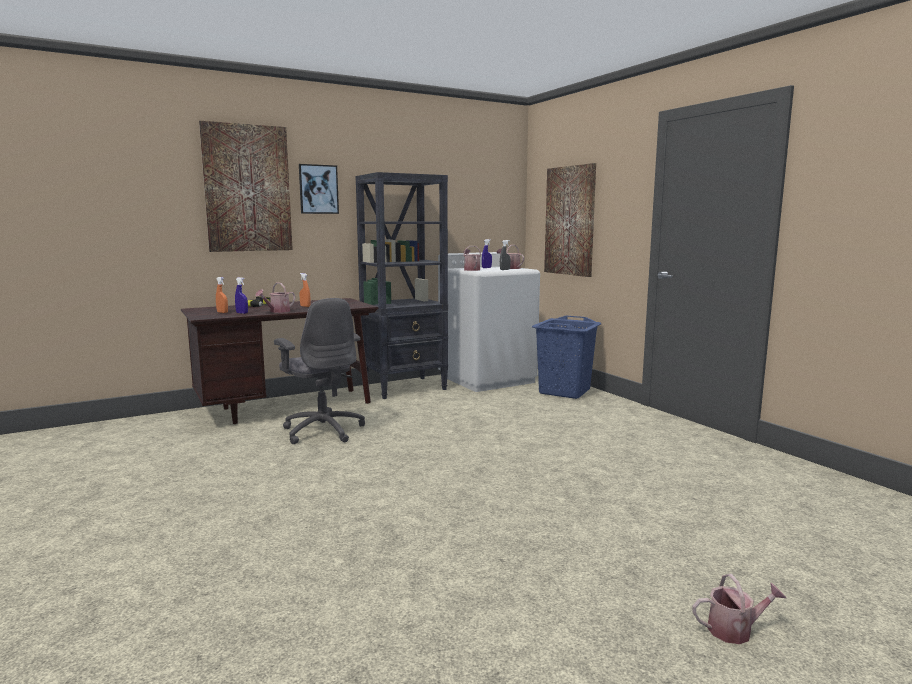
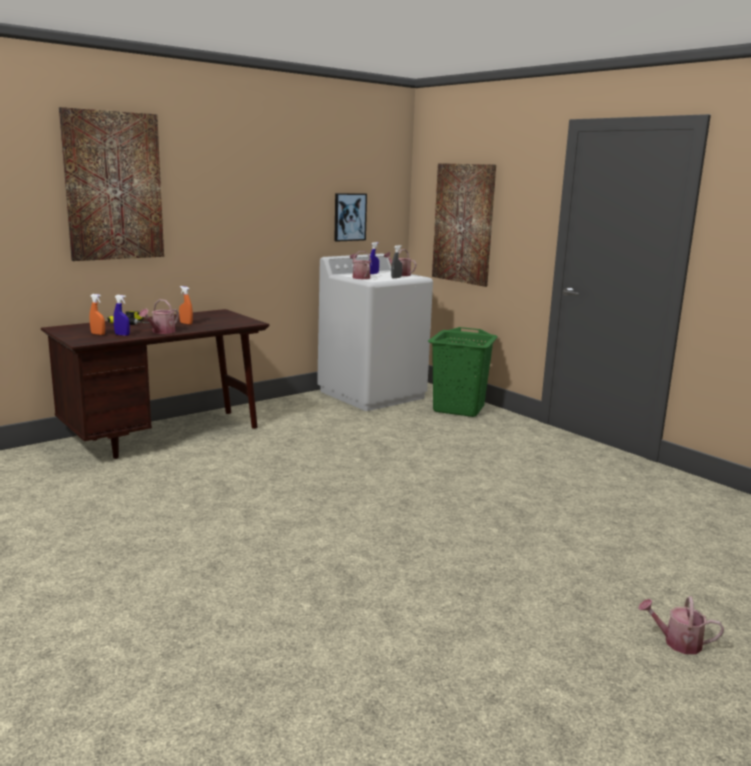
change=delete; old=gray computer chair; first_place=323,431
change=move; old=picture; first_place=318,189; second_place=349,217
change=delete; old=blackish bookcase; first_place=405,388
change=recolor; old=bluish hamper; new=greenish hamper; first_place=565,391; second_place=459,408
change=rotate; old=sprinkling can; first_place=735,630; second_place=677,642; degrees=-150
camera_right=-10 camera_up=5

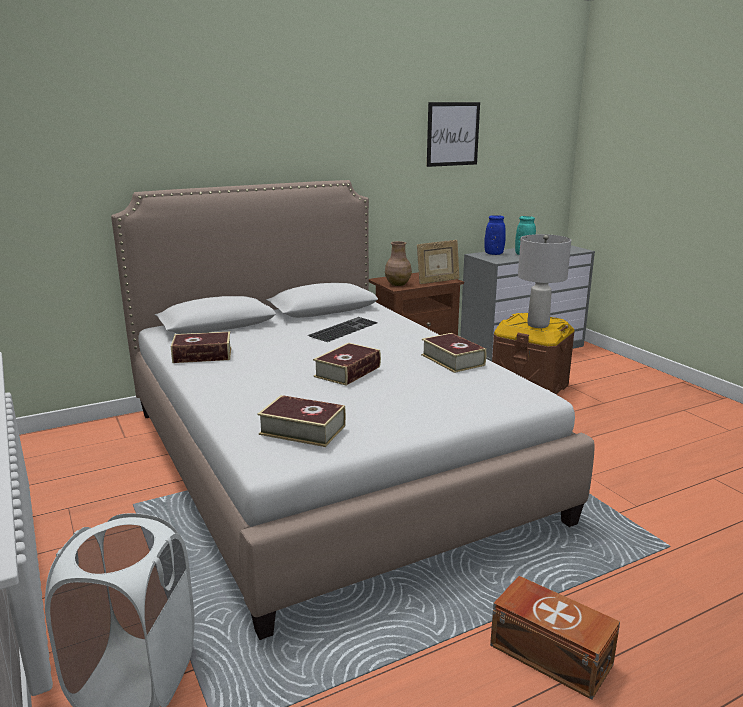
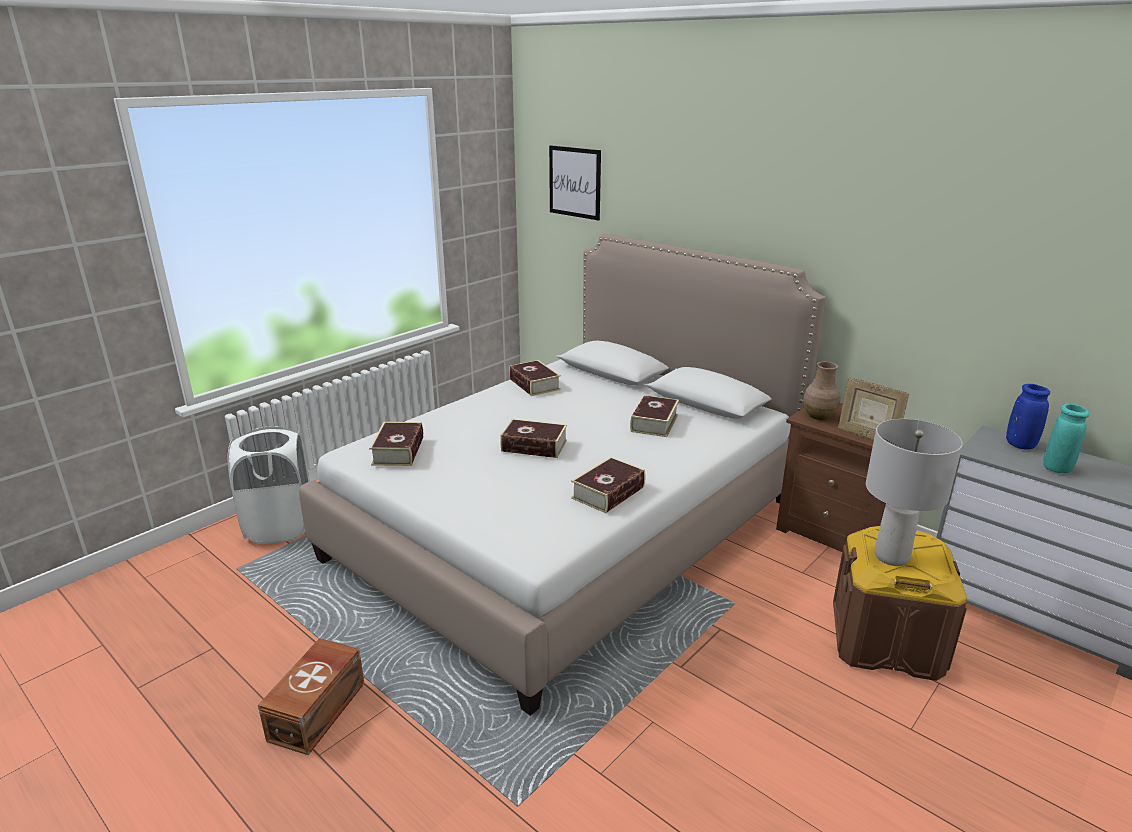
change=replace; old=keyboard; new=volume; first_place=343,329; second_place=654,423
change=move; old=picture; first_place=452,134; second_place=575,182
camera_right=70 camera_up=5

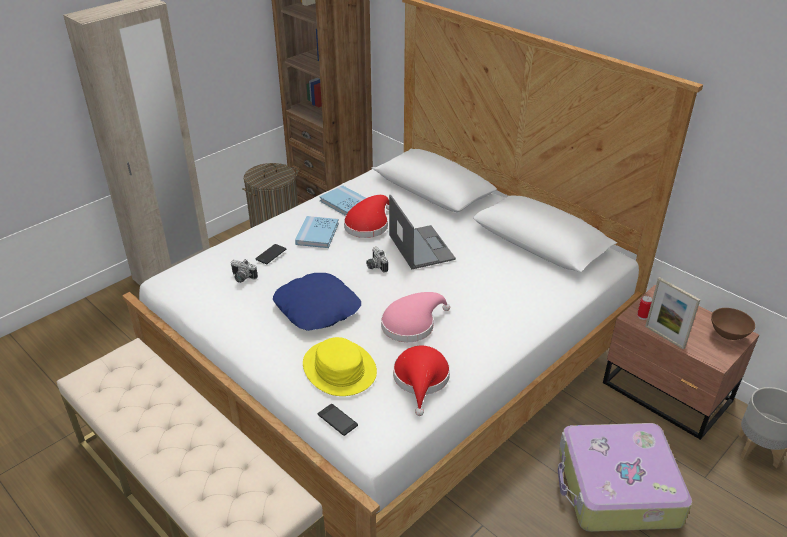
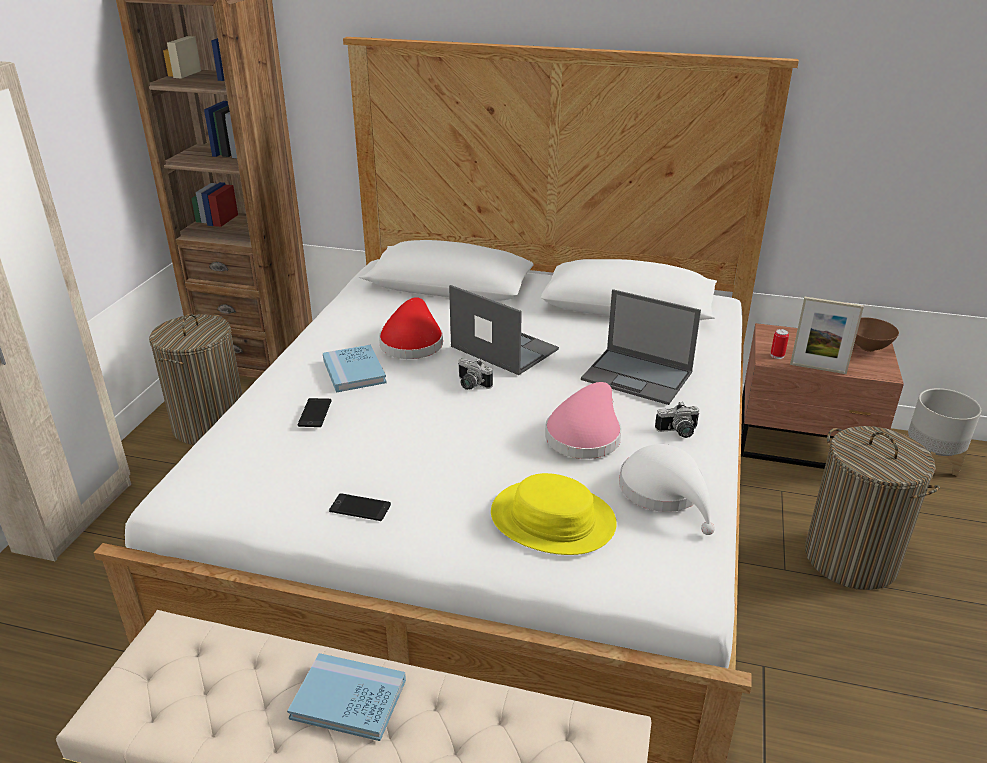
change=move; old=photo camera; first_place=242,278; second_place=678,432
change=delete; old=bluish cushion; first_place=317,308
change=move; old=phone; first_place=337,420; second_place=360,508
change=move; old=bluish volume; first_place=344,203; second_place=348,699
change=recolor; old=red clothing hat; new=white-coloured clothing hat; first_place=421,380; second_place=665,492
change=replace; old=piece of luggage; new=hamper; first_place=616,488; second_place=851,558
change=insert; new=portable computer; second_place=638,376
camera_right=-30 camera_up=-5

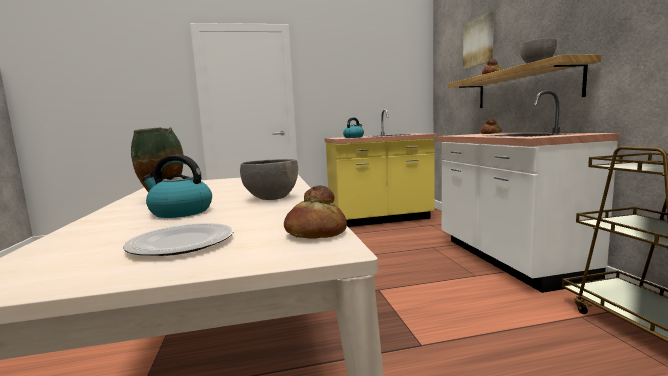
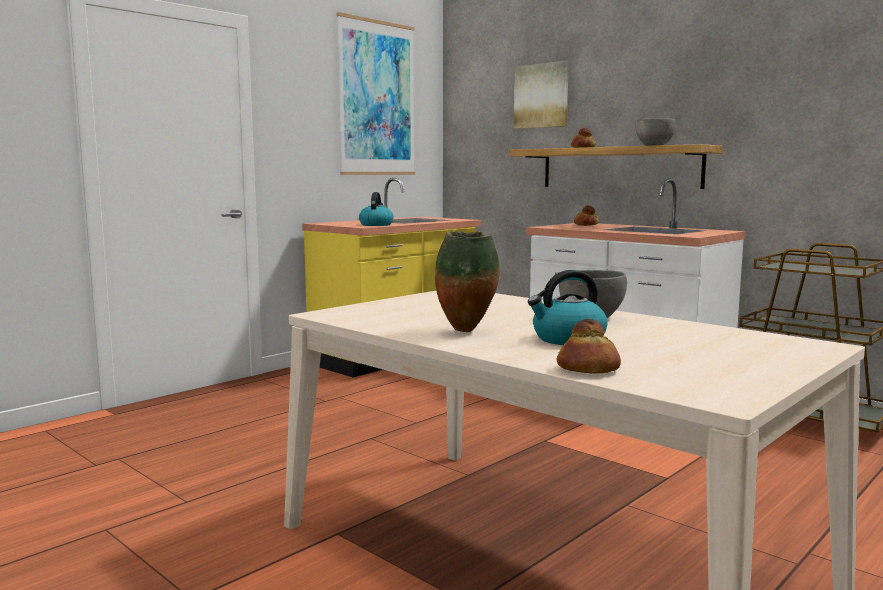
change=delete; old=plate; first_place=182,243
change=move; old=baked bread; first_place=315,233; second_place=588,369
change=insert; new=picture; second_place=377,99
camera_right=-35 camera_up=0

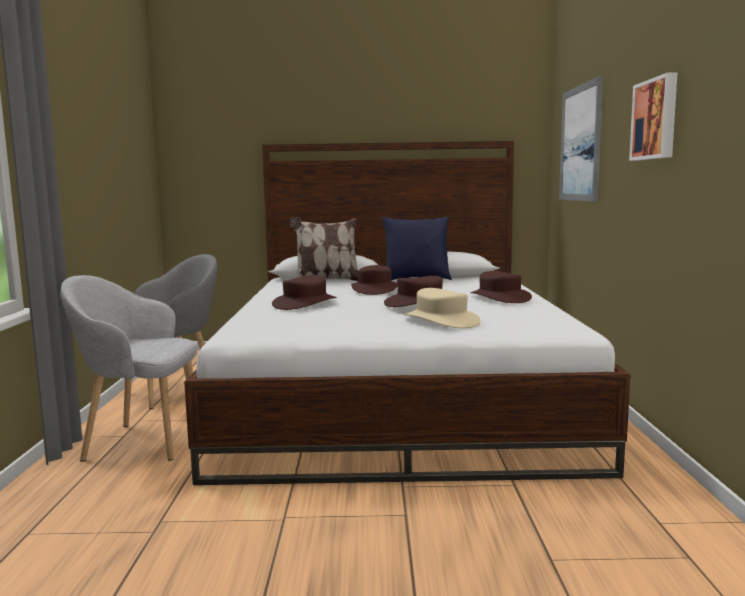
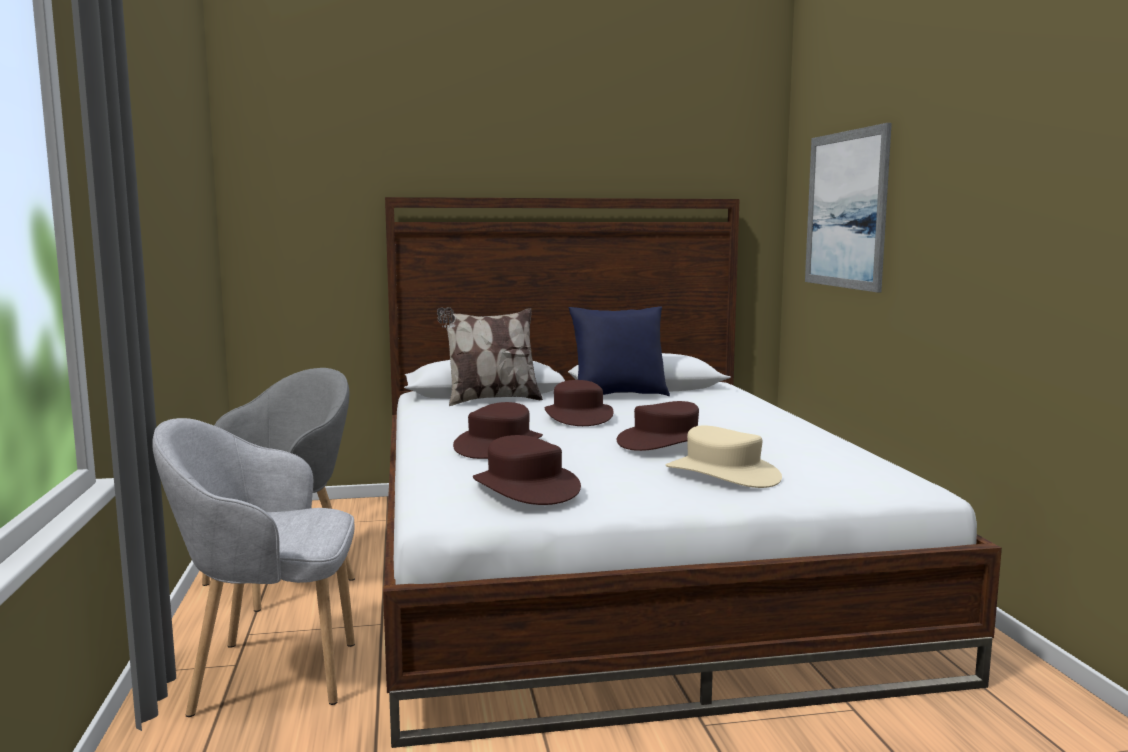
change=move; old=brown-coloured clothing hat; first_place=499,298; second_place=525,487
change=delete; old=picture; first_place=656,119
camera_right=-10 camera_up=0

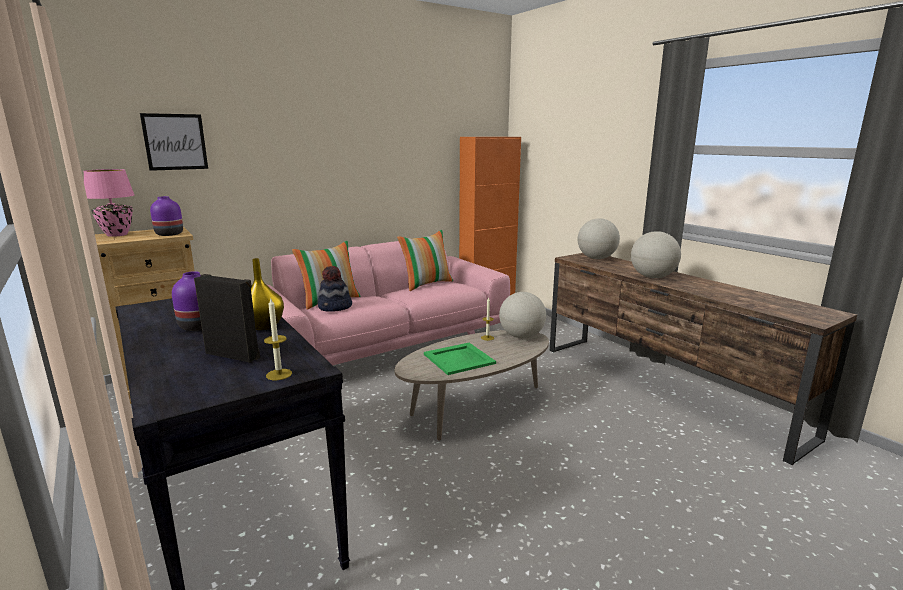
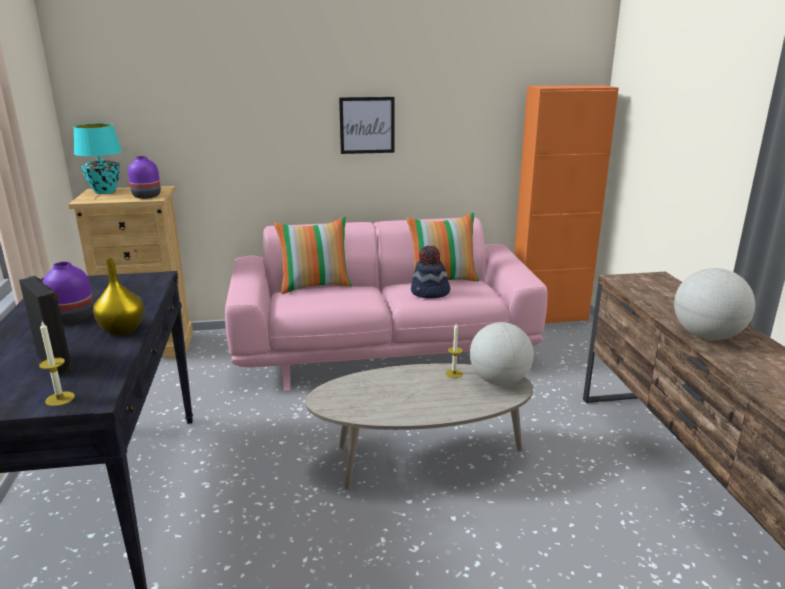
change=recolor; old=pink lamp for a table; new=blue-green lamp for a table; first_place=117,235; second_place=105,192
change=move; old=picture; first_place=175,142; second_place=367,125
change=move; old=clothing hat; first_place=335,307; second_place=430,293
change=delete; old=greenish serving tray; first_place=458,359
change=delete; old=desk globe; first_place=596,258
camera_right=25 camera_up=5

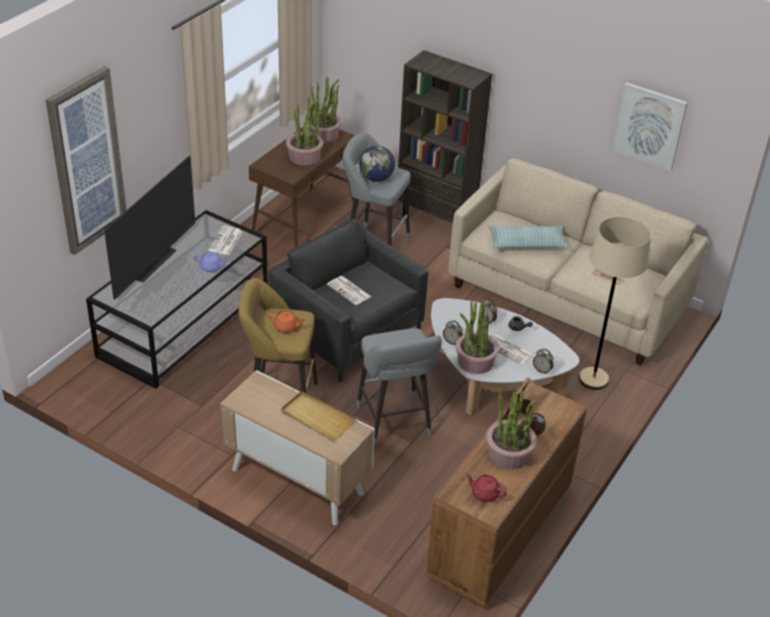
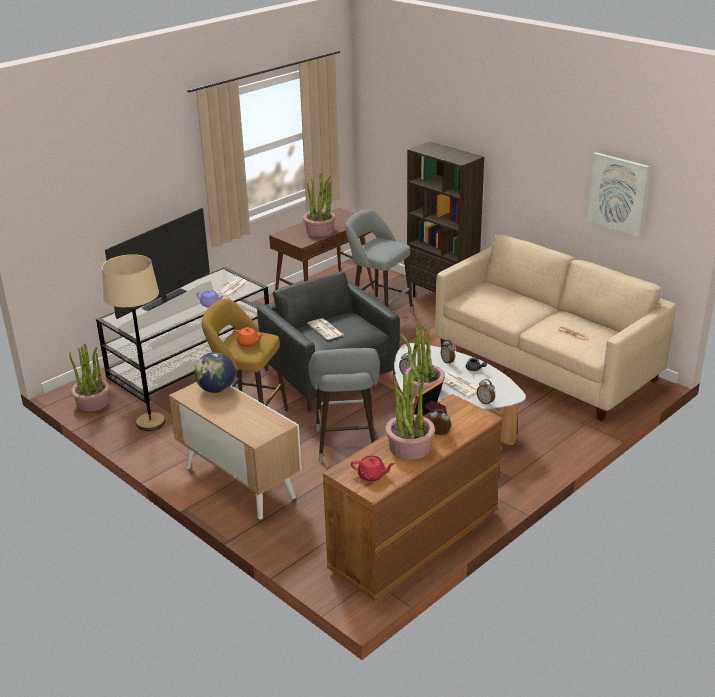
change=delete; old=picture; first_place=87,162
change=delete; old=beige-coloured serving tray; first_place=316,418
change=move; old=potted plant; first_place=323,136; second_place=93,403
change=move; old=desk globe; first_place=376,178; second_place=216,389
change=rotate; old=red teapot; first_place=484,493; second_place=372,475; degrees=150
change=delete; old=cushion; first_place=527,244
change=move; old=beige-coloured standard lamp; first_place=593,379; second_place=150,423
camera_right=15 camera_up=-10

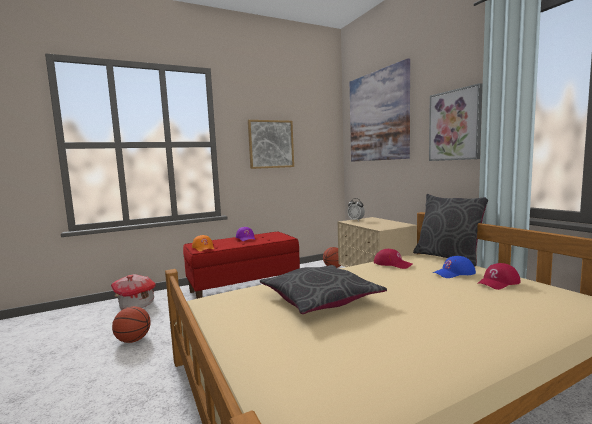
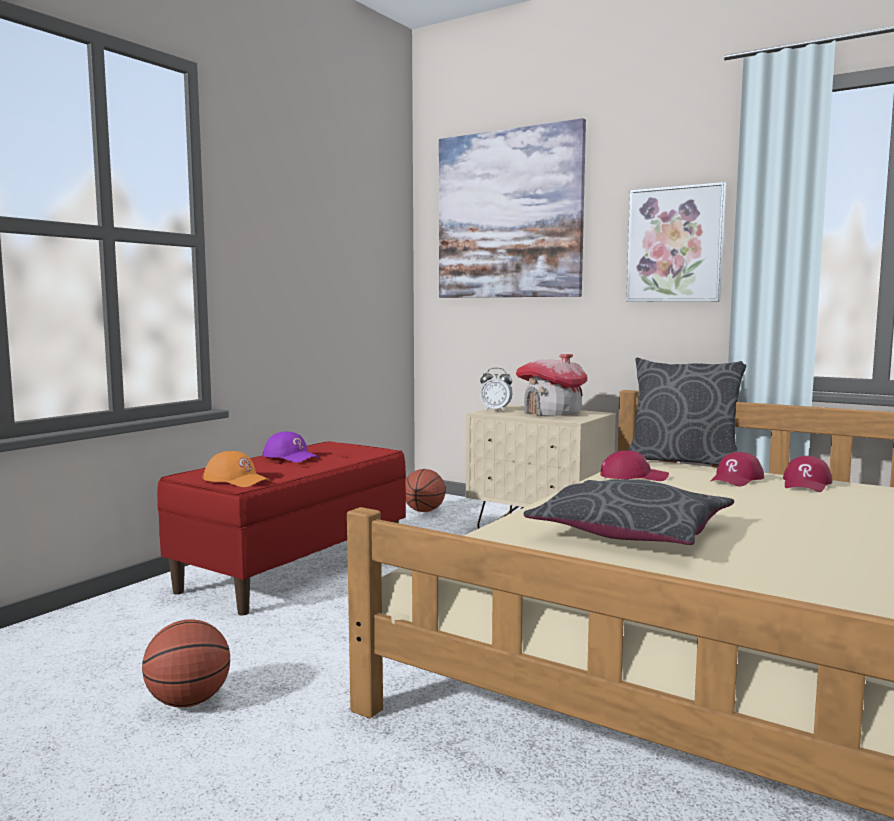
change=move; old=miniature house; first_place=136,305; second_place=552,413
change=delete; old=picture; first_place=271,144
change=recolor; old=bluish cap; new=red cap; first_place=454,273; second_place=736,479
camera_right=-30 camera_up=0

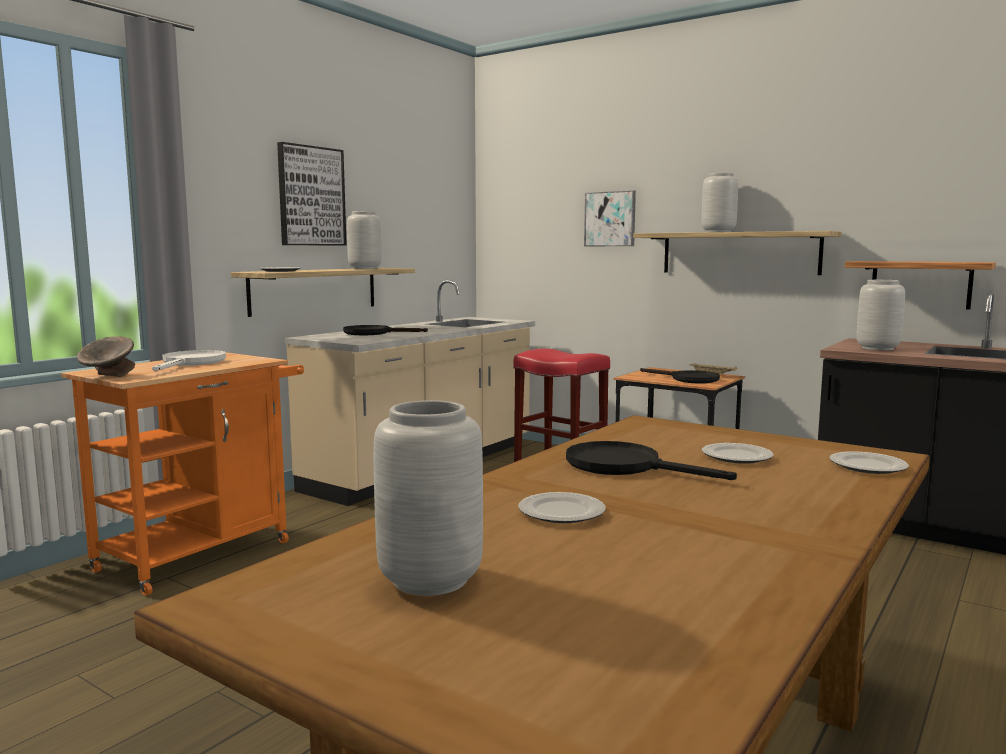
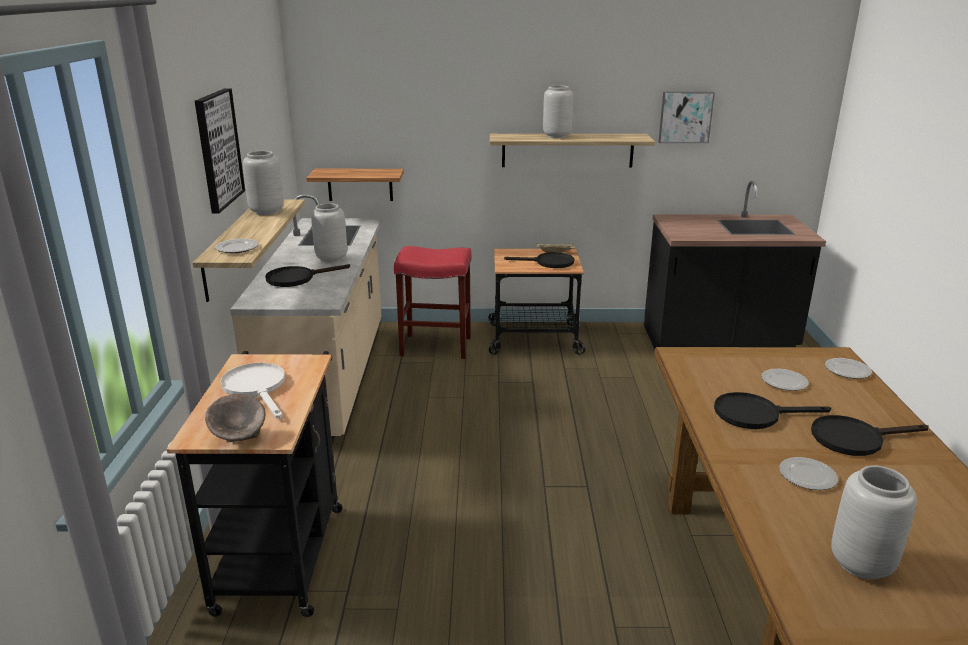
change=recolor; old=orange wheeled cart; new=blackish wheeled cart; first_place=204,552; second_place=283,550
change=move; old=picture; first_place=610,219; second_place=685,117
change=move; old=shelf; first_place=920,284; second_place=360,184
change=move; old=gray flower vase; first_place=878,348; second_place=331,258
change=insert; new=blackish pan; second_place=854,438
camera_right=-35 camera_up=15

